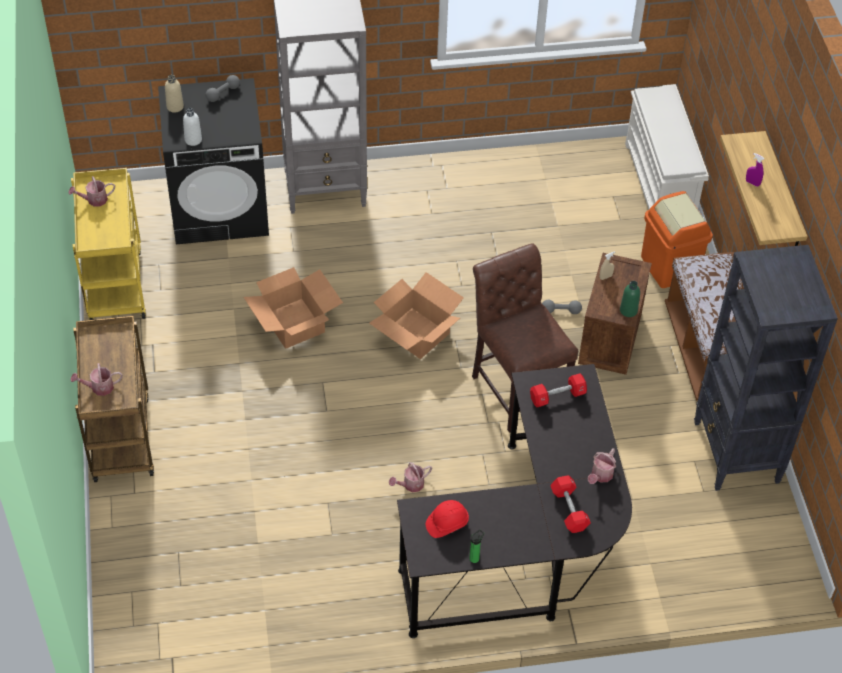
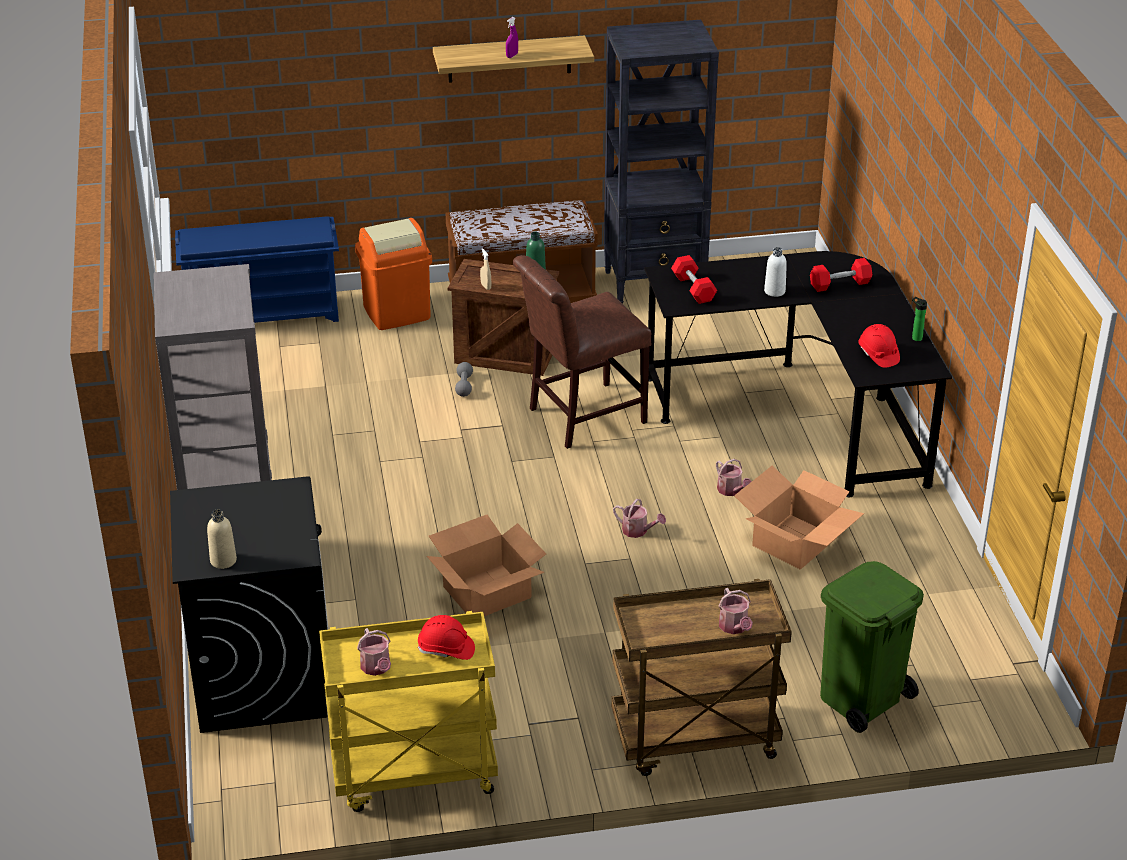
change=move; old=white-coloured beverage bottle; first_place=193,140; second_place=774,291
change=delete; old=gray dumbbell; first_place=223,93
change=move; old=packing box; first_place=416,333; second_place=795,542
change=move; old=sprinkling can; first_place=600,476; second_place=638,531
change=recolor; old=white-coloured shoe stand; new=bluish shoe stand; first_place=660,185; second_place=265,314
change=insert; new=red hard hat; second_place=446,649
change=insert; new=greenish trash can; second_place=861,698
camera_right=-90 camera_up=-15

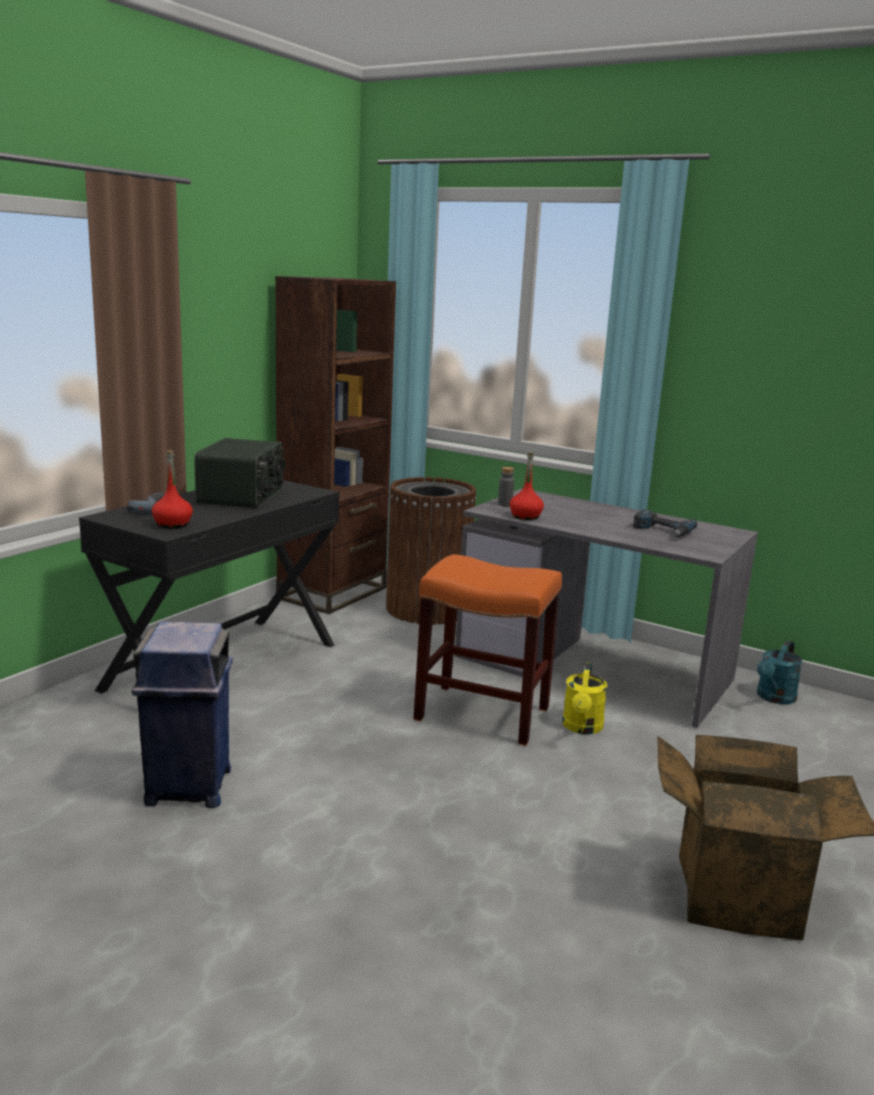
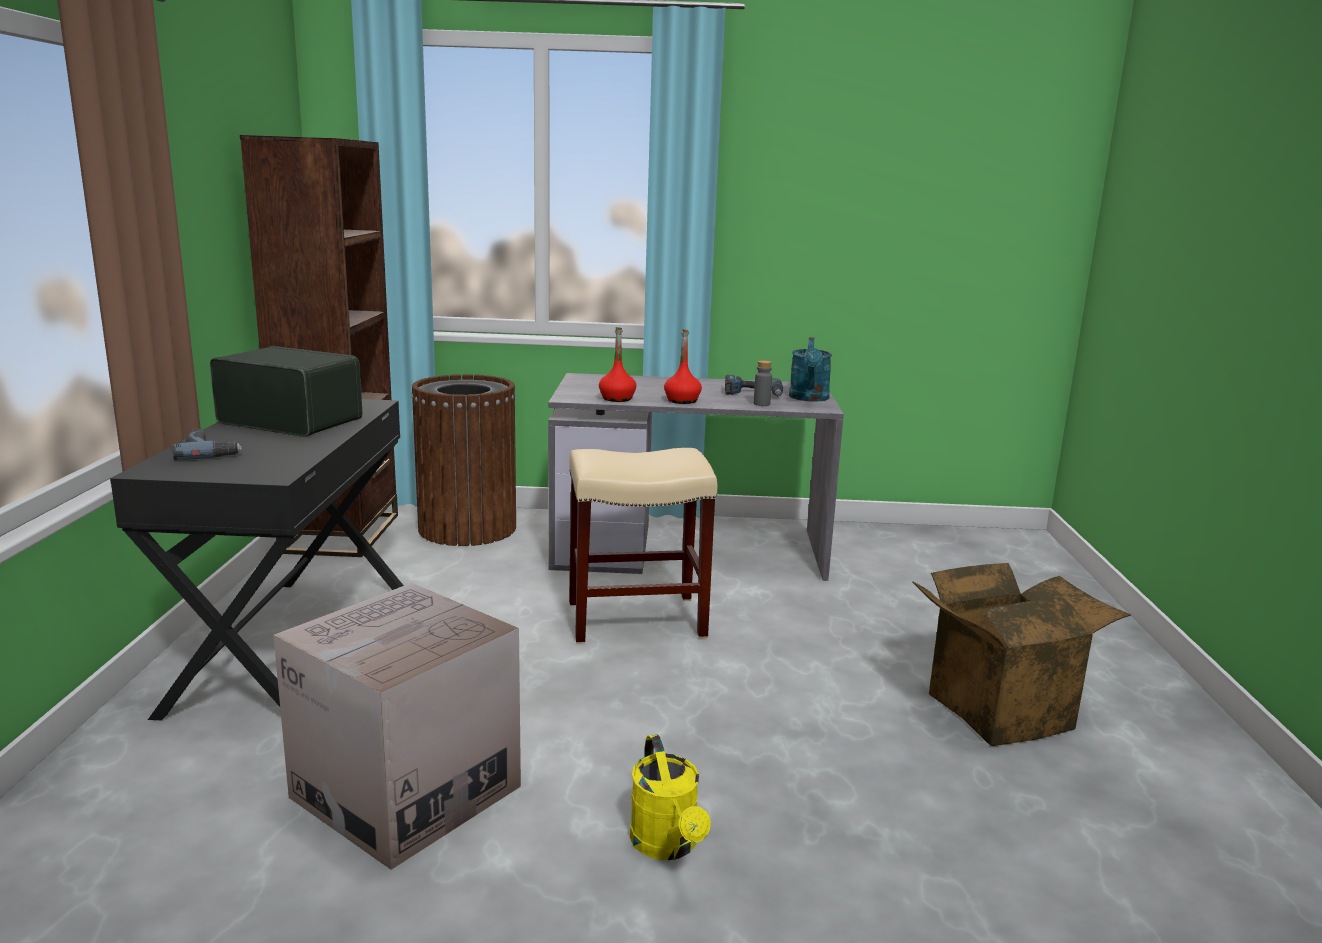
change=replace; old=bluish trash can; new=packing box; first_place=188,787; second_place=406,792
change=move; old=red beverage bottle; first_place=173,524; second_place=682,400
change=rotate; old=radio set; first_place=243,496; second_place=292,420; degrees=-45
change=recolor; old=orange stool seat; new=beige-coloured stool seat; first_place=480,714; second_place=634,619
change=move; old=gray beverage bottle; first_place=505,504; second_place=761,404
change=move; old=yellowish sprinkling can; first_place=582,728; second_place=668,846
change=move; old=blue-green sprinkling can; first_place=774,698; second_place=809,398
camera_right=-30 camera_up=0

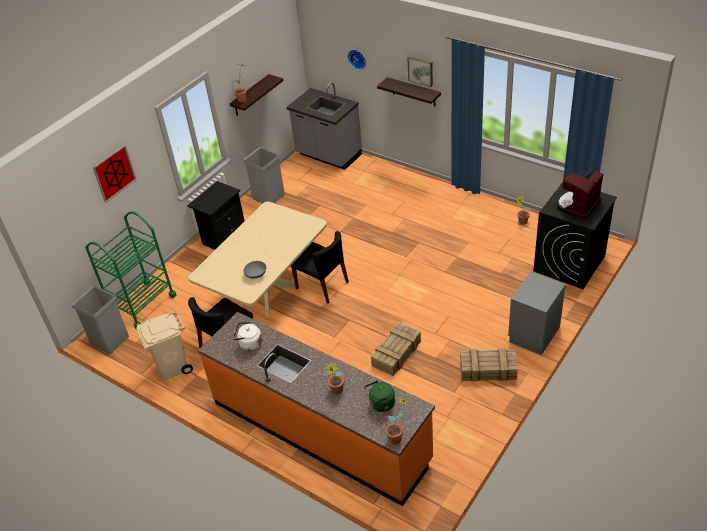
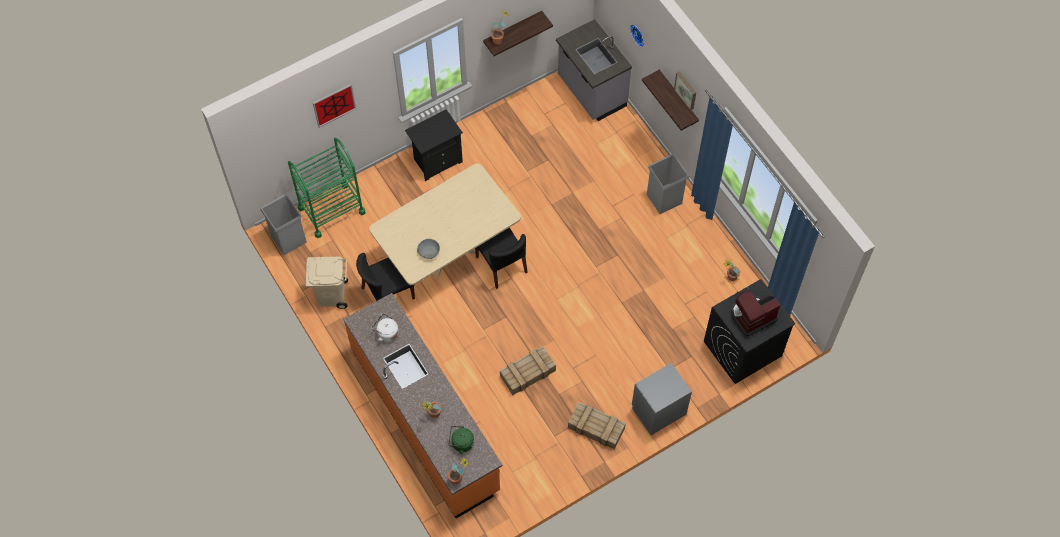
change=move; old=gray trash can; first_place=268,196; second_place=664,199
camera_right=20 camera_up=20

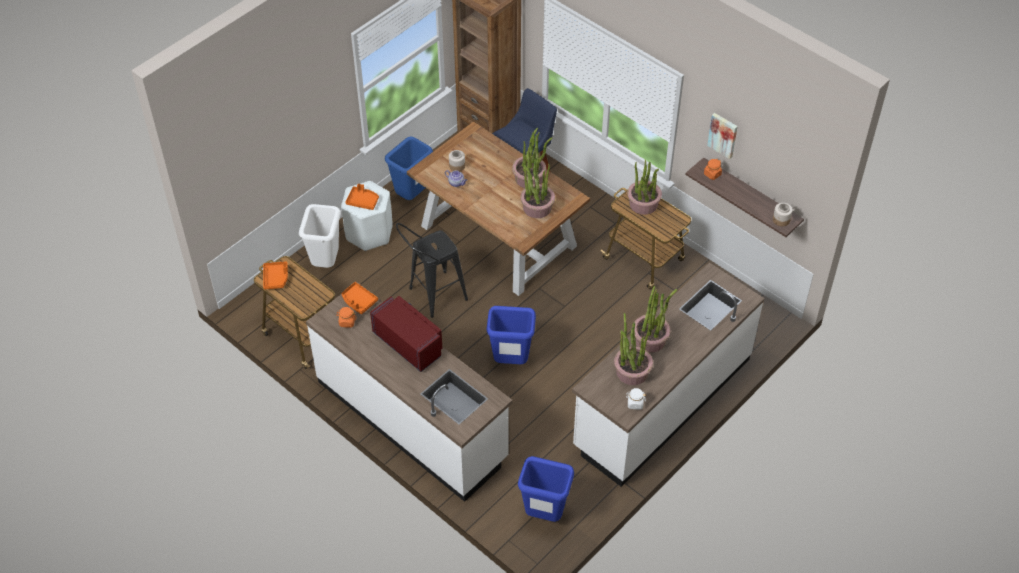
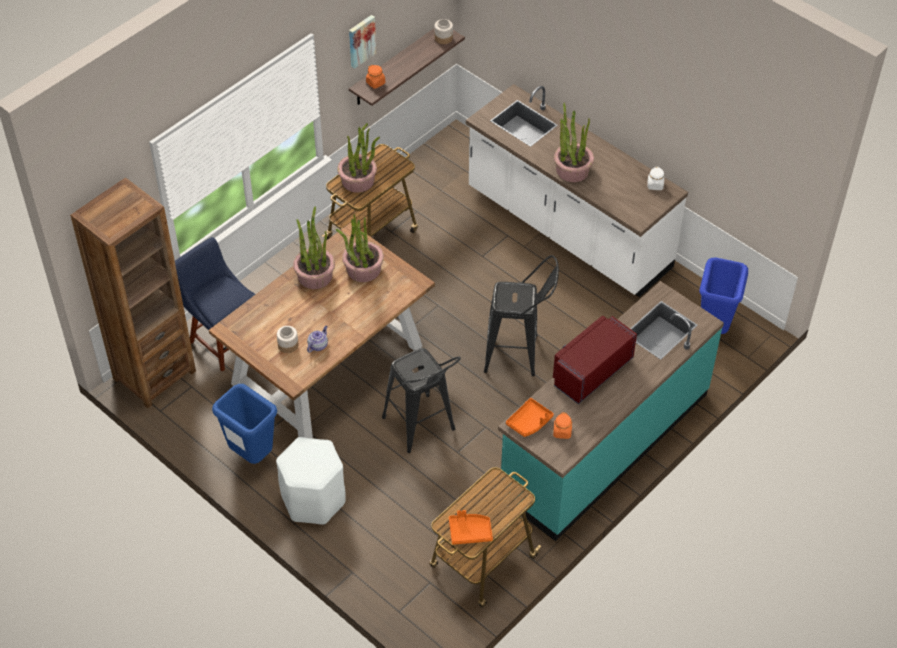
change=delete; old=white-coloured trash can; first_place=326,262
change=recolor; old=white-coloured kitchen base unit; new=blue-green kitchen base unit; first_place=412,419; second_place=604,444
change=delete; old=orange serving tray; first_place=363,201
change=replace; old=bluish trash can; new=blackish stool seat; first_place=510,361; second_place=518,354
change=delete; old=potted plant; first_place=632,371
camera_right=-90 camera_up=0

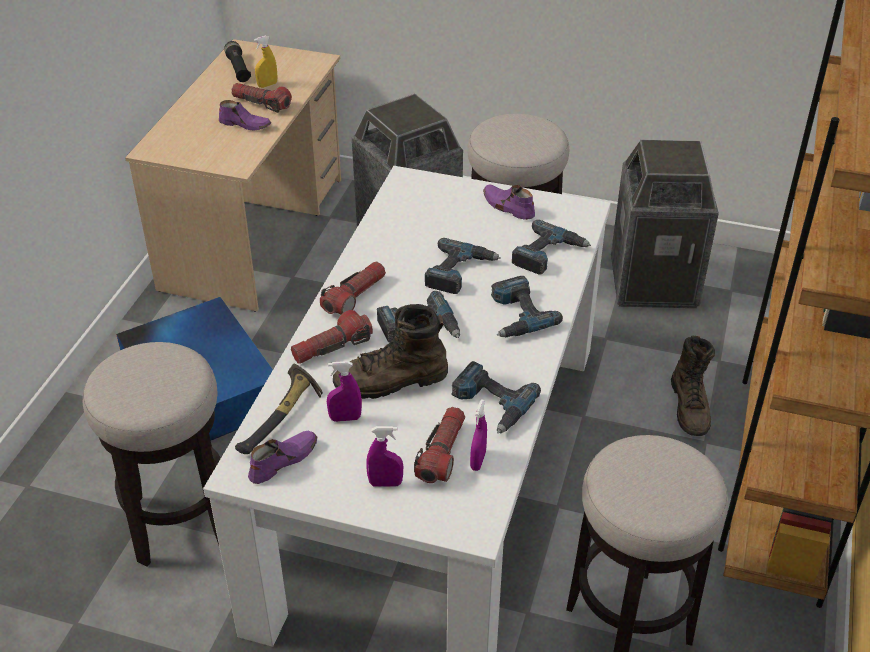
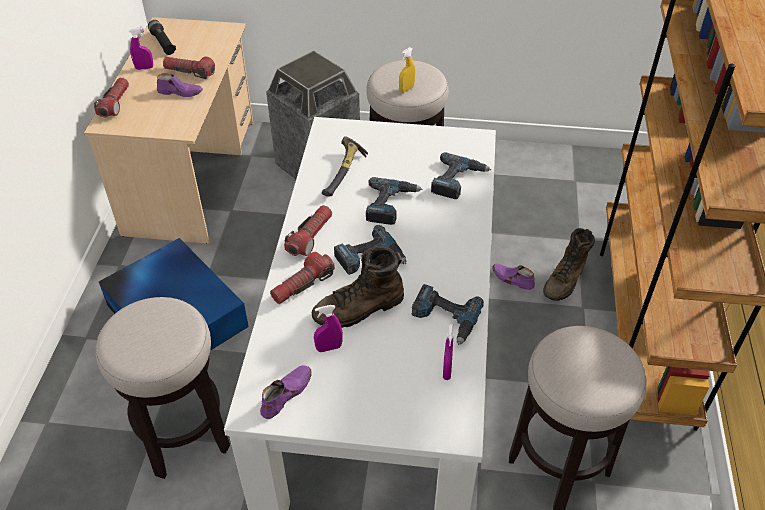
change=move; old=hammer; first_place=283,418; second_place=345,173
change=move; old=yellowish hand sprayer; first_place=267,85; second_place=406,89
change=move; old=purple hand sprayer; first_place=385,483; second_place=144,68
change=move; old=torch; first_place=442,453; second_place=115,103
change=move; old=purple item of footwear; first_place=507,207; second_place=512,279
change=delete; old=electric drill; first_place=516,315
change=delete; old=trash can; first_place=654,282
change=rotate; old=brown-coloured tall boot; first_place=690,407; second_place=565,280; degrees=45
camera_right=-10 camera_up=5

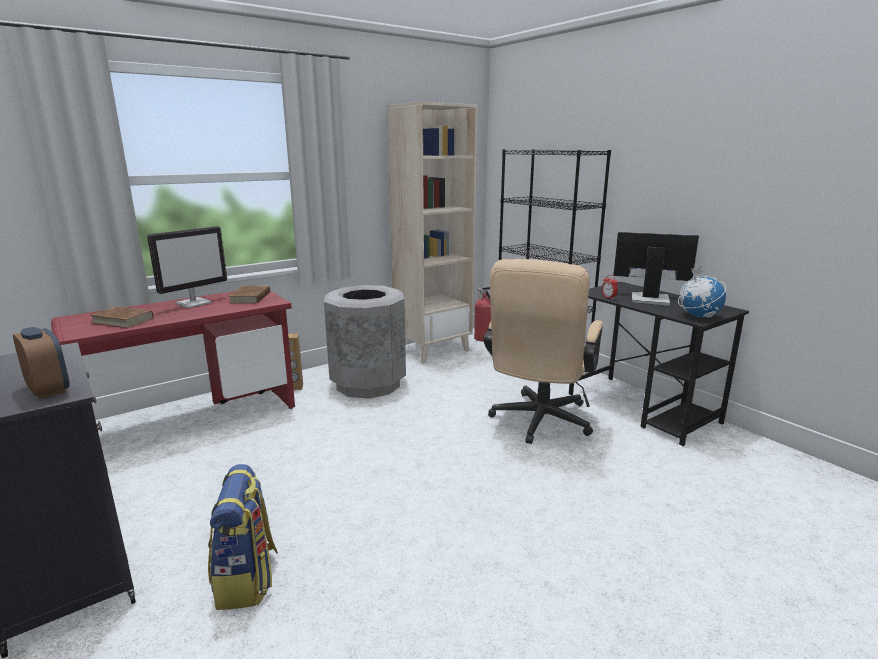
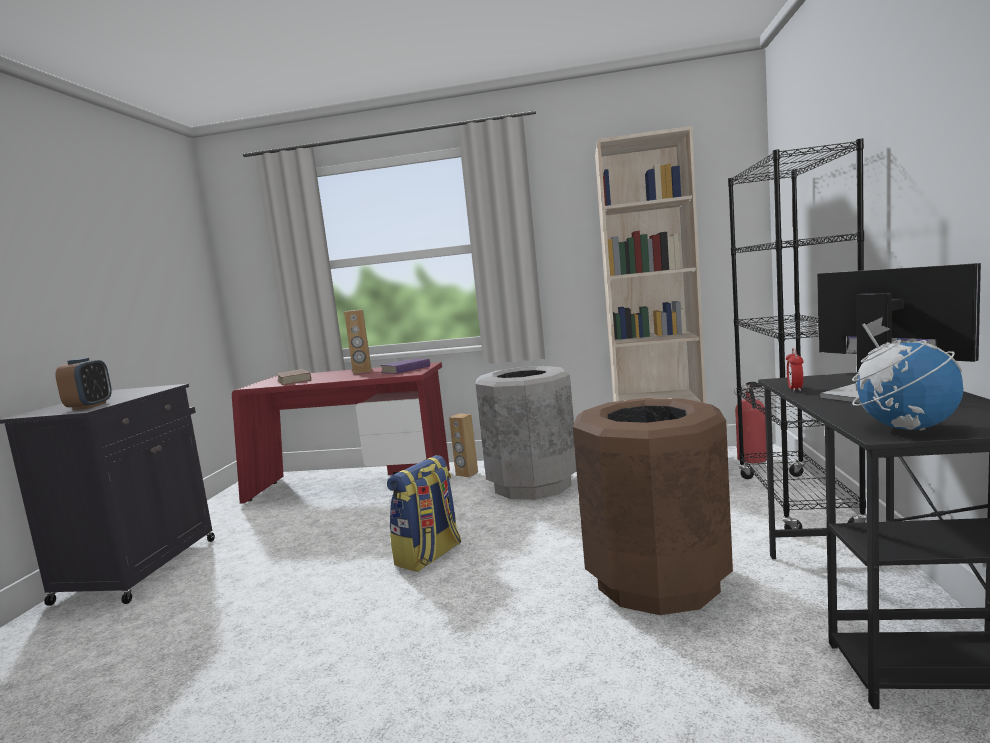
change=replace; old=computer screen; new=brown-coloured loudspeaker; first_place=194,303; second_place=362,371
change=move; old=backpack; first_place=247,579; second_place=429,556
change=recolor; old=brown-coloured volume; new=purple volume; first_place=251,298; second_place=406,369
change=replace; old=beige-coloured computer chair; new=brown-coloured trash can; first_place=538,423; second_place=656,581
camera_right=45 camera_up=-10

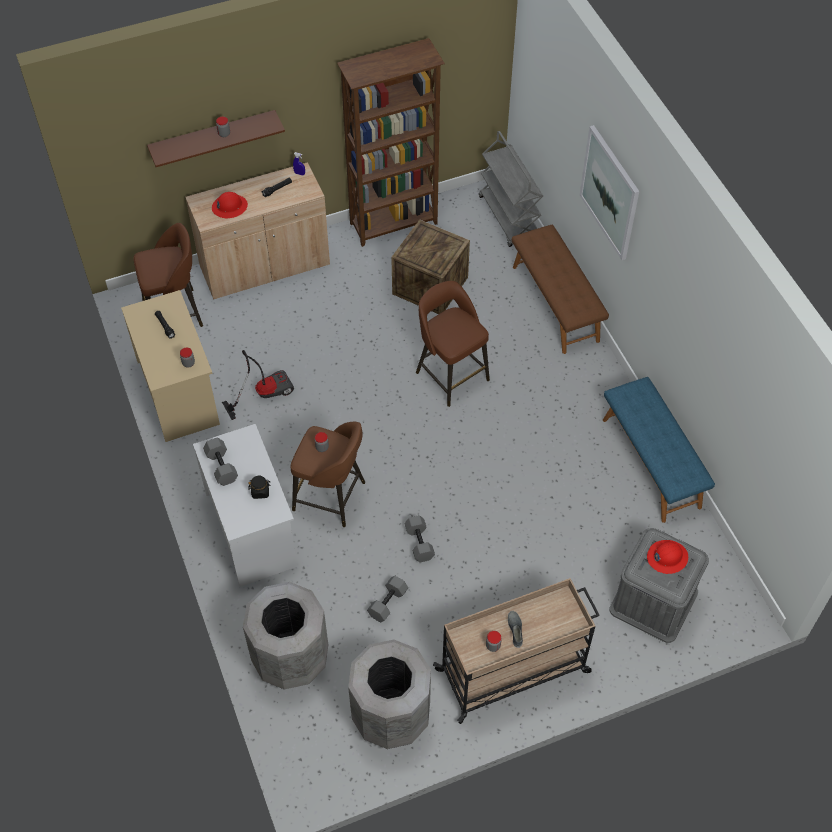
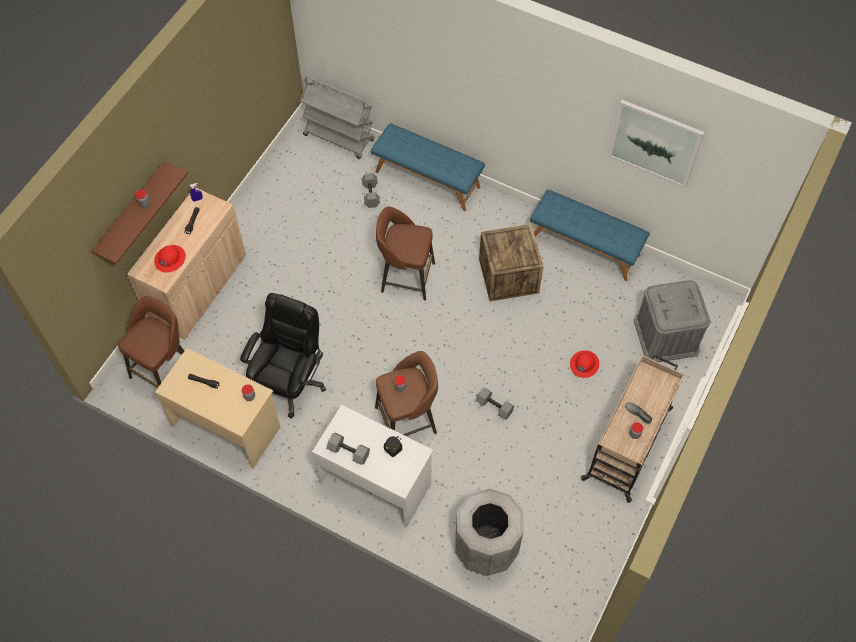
change=replace; old=hoover; new=blackish computer chair; first_place=263,393; second_place=289,381
change=delete; old=brown-coloured bookcase; first_place=394,224
change=delete; old=gray trash can; first_place=391,715
change=move; old=gray dumbbell; first_place=388,604; second_place=371,194
change=move; old=crate; first_place=430,285; second_place=508,276
change=recolor; old=brown-coloured indoor bench; new=bluish indoor bench; first_place=556,303; second_place=428,179
change=move; old=picture; first_place=610,192; second_place=655,143
change=move; old=red hard hat; first_place=667,557; second_place=584,364
camera_right=-40 camera_up=5

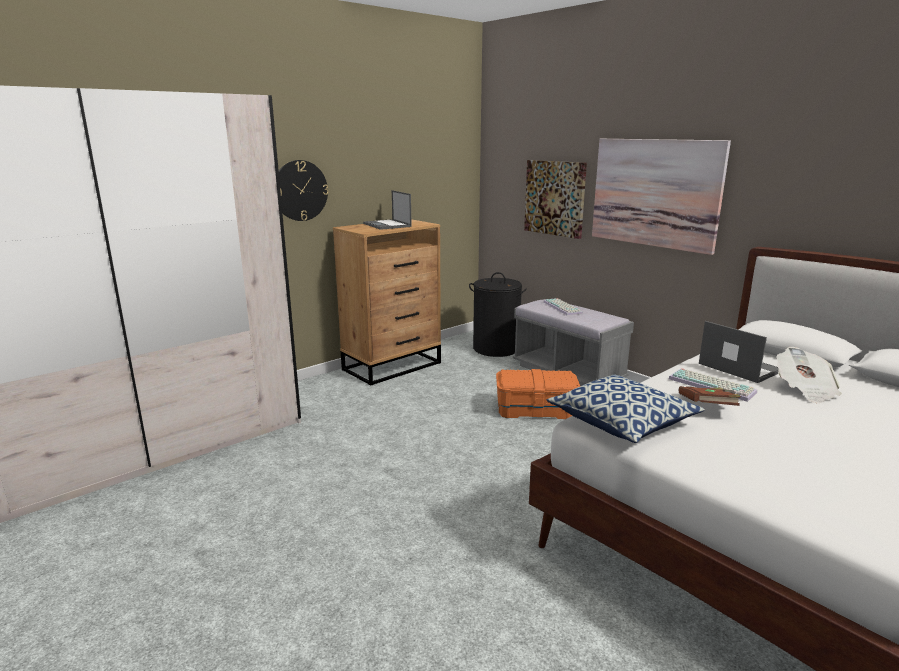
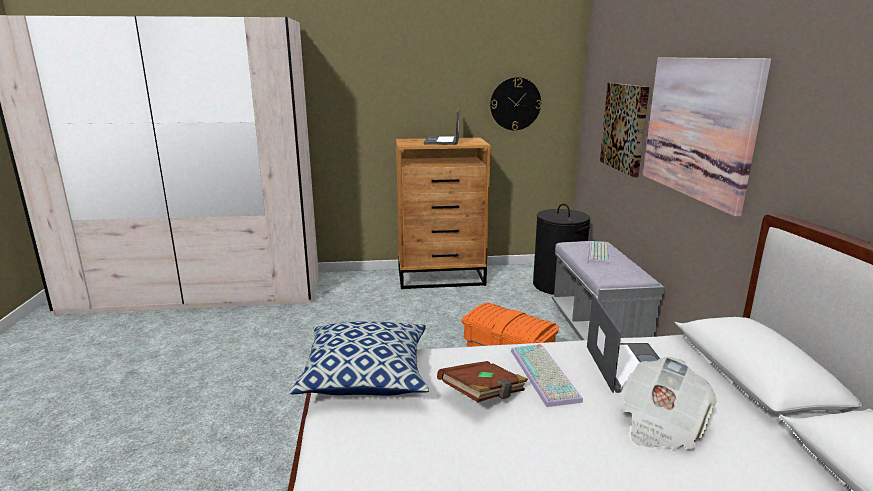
change=move; old=hanging clock; first_place=300,190; second_place=515,104
camera_right=35 camera_up=0

